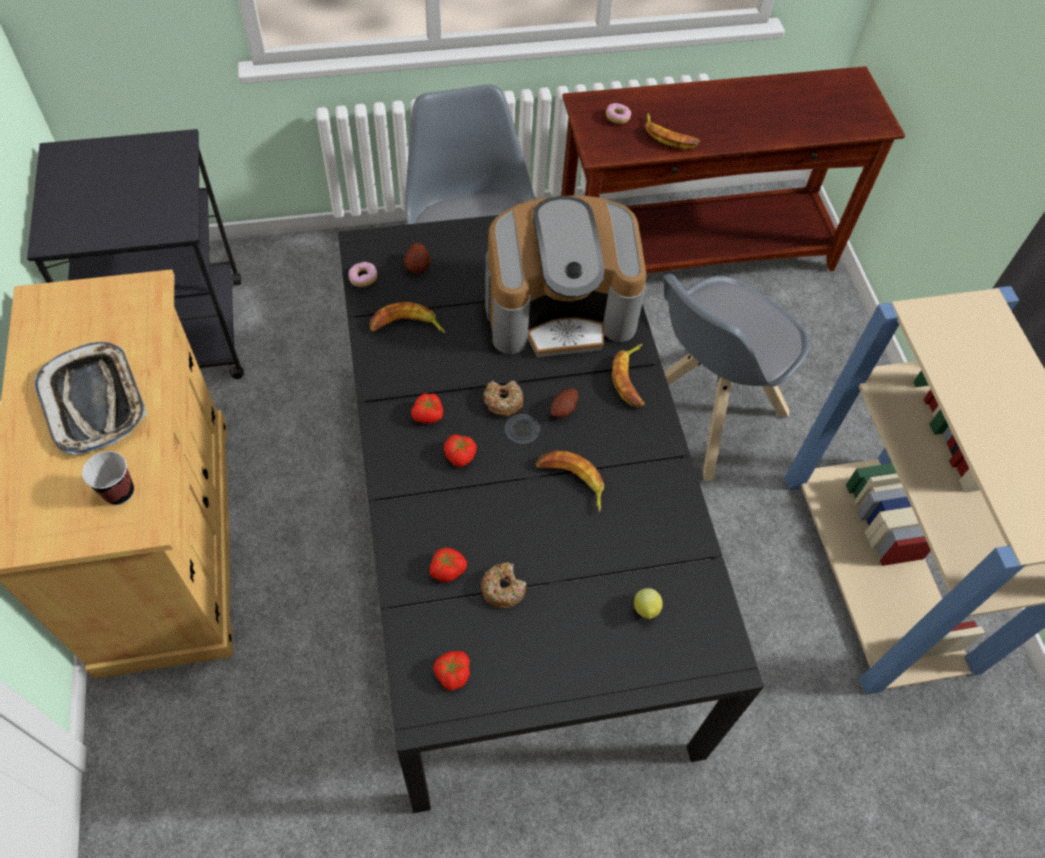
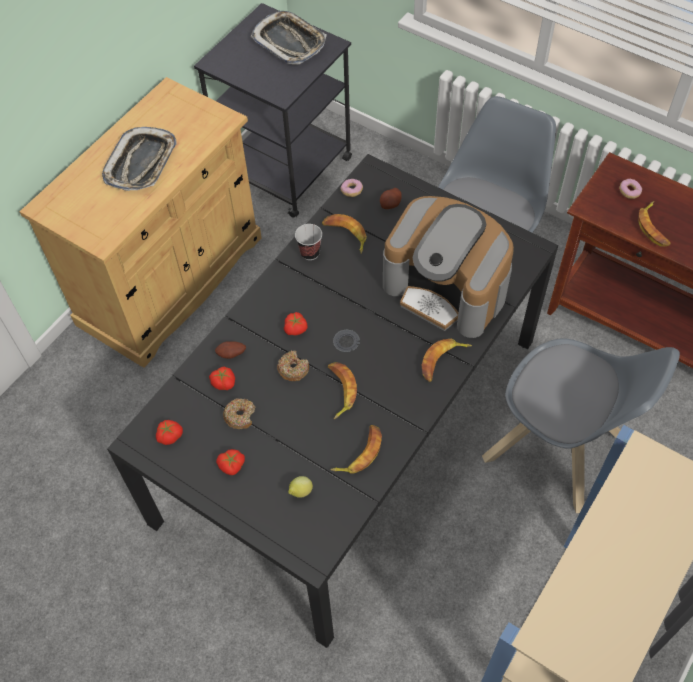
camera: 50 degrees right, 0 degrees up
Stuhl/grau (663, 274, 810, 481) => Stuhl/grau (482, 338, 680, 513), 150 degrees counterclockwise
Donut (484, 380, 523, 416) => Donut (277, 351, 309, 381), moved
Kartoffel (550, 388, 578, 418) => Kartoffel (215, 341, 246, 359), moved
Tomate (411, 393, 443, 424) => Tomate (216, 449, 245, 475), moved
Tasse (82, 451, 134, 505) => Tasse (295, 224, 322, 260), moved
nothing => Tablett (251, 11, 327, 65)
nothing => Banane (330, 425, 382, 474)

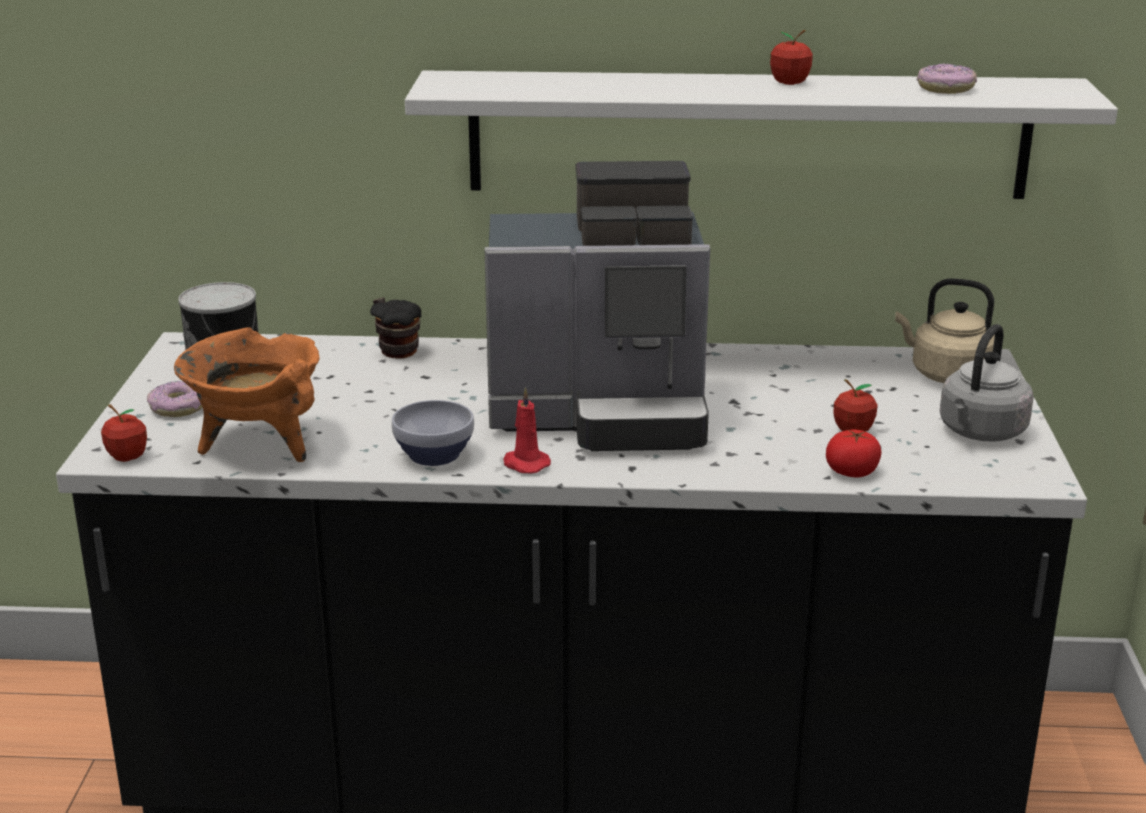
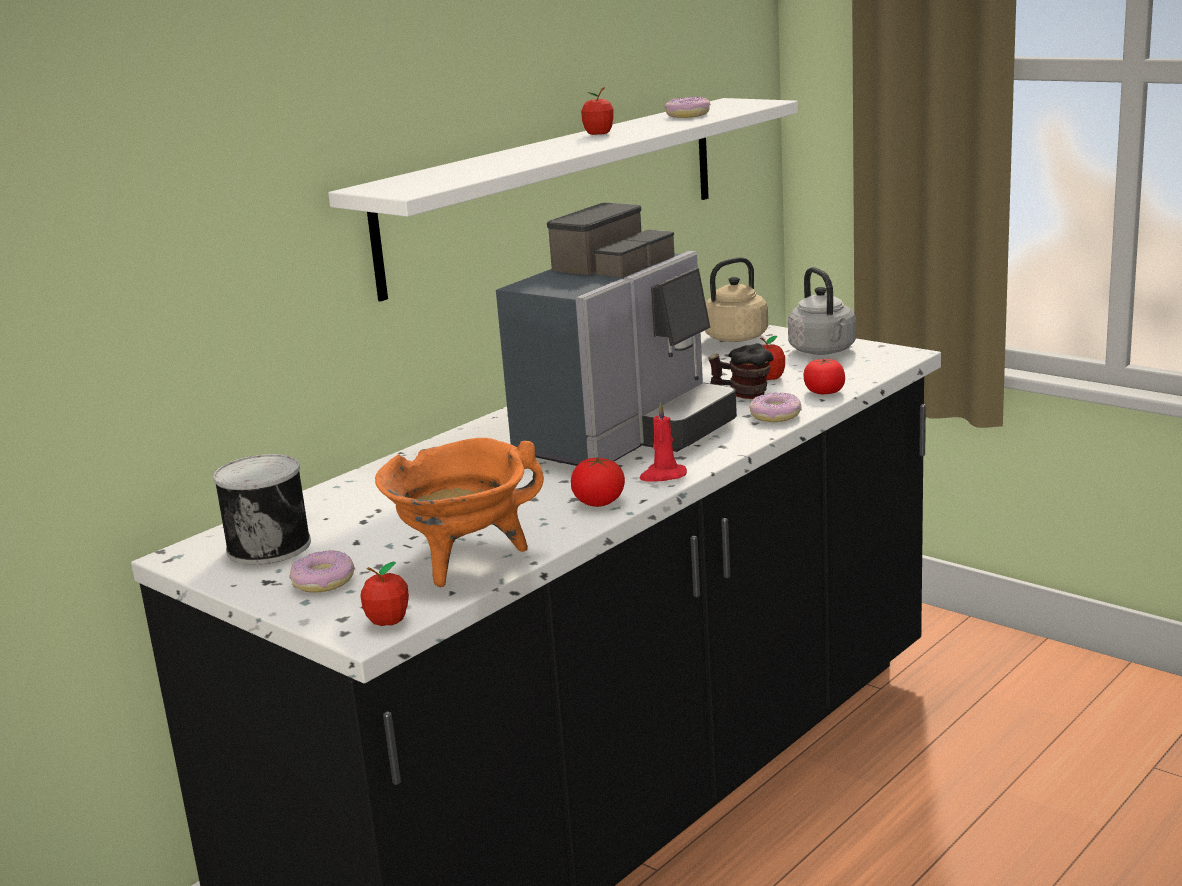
camera: 50 degrees left, 5 degrees down
Henkelbecher (370, 297, 421, 359) => Henkelbecher (708, 343, 774, 399), moved
Schüssel (391, 400, 474, 466) => Tomate (571, 457, 625, 507)
nothing => Donut (749, 393, 802, 422)

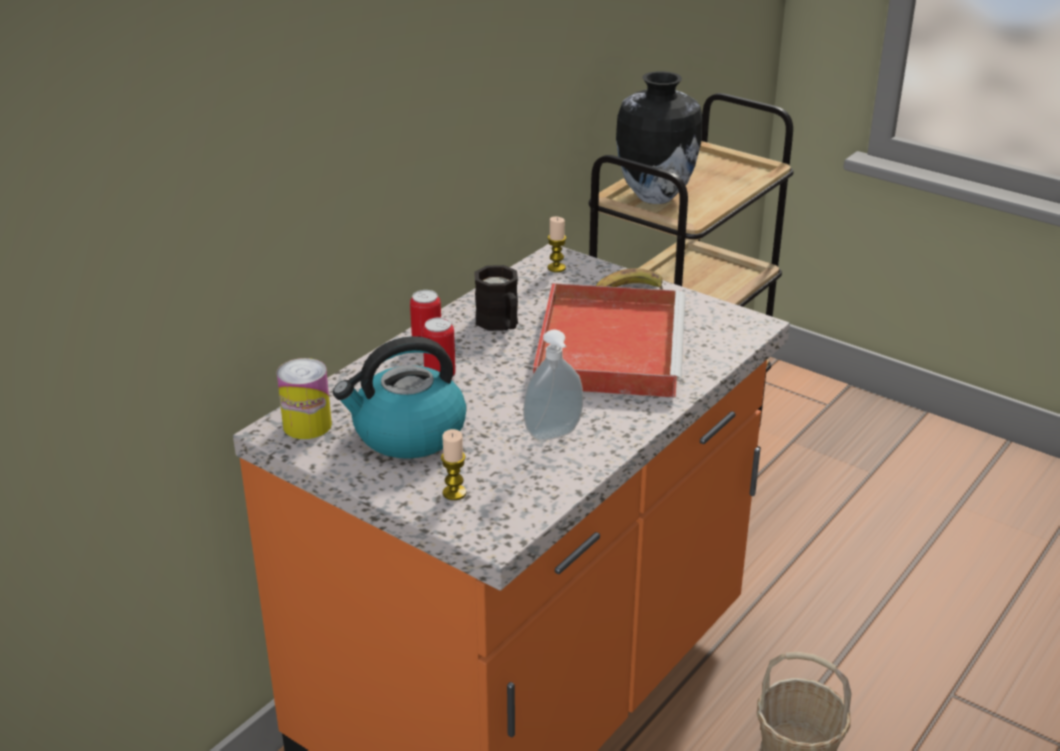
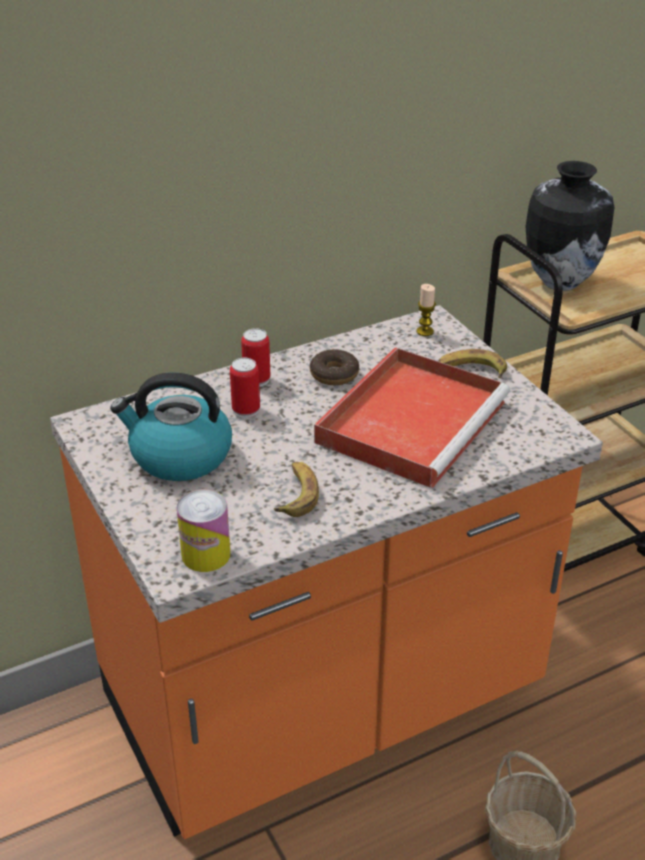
camera: 25 degrees right, 5 degrees up
Henkelbecher/schwarz (474, 265, 518, 331) => Donut (310, 350, 359, 385)
Seifenspender (523, 330, 583, 440) => Banane (274, 462, 319, 517)
Dose (277, 358, 332, 439) => Dose (177, 490, 230, 572), moved
Kerze (441, 429, 466, 500) => nothing

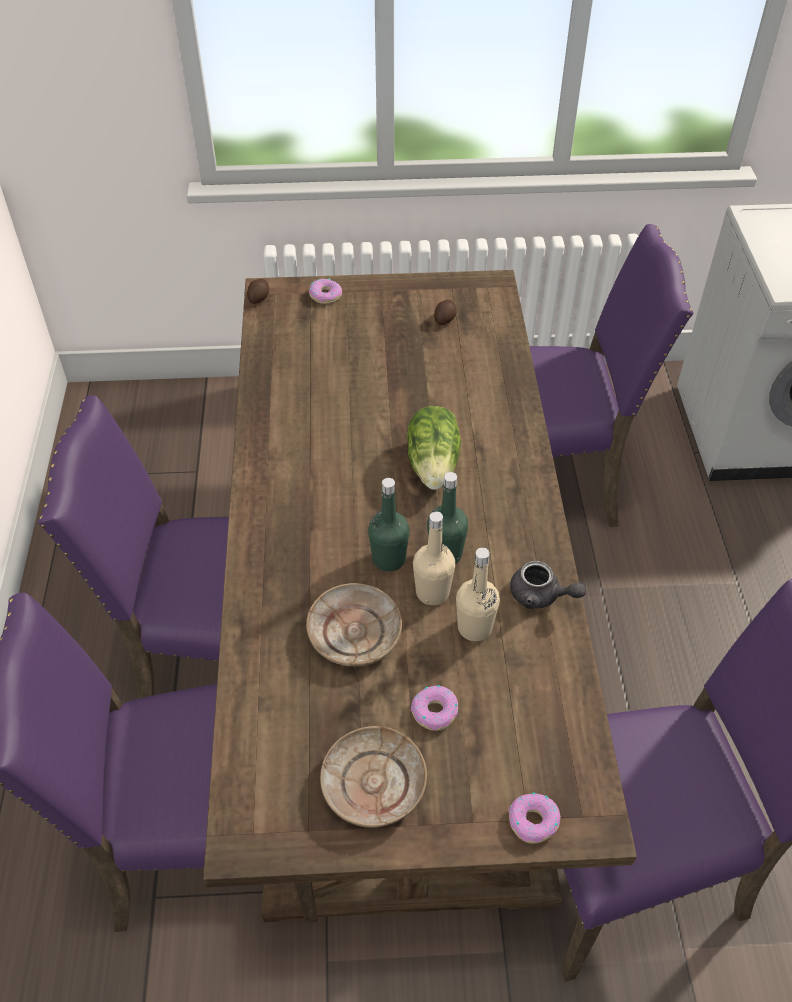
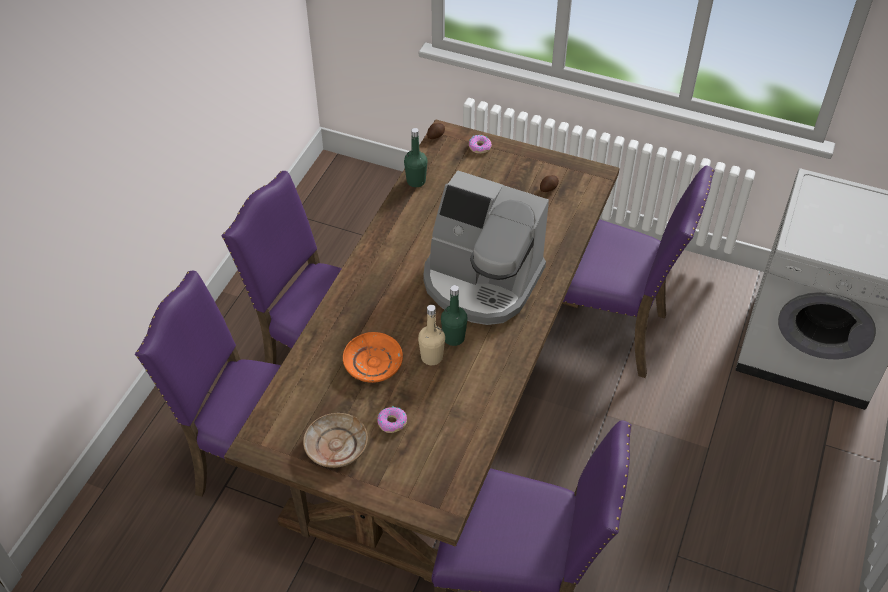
camera: 25 degrees right, 0 degrees up
Salatkopf (407, 406, 461, 490) => Kaffeemaschine (423, 170, 549, 325)
Flasche/grün (368, 478, 410, 572) => Flasche/grün (404, 128, 427, 187), moved
Flasche/beige (456, 548, 500, 641) => nothing
Teekanne/grau (510, 561, 586, 609) => nothing
Teller/beige (306, 583, 402, 666) => Teller/orange (343, 332, 403, 383)
Donut (508, 792, 561, 844) => nothing

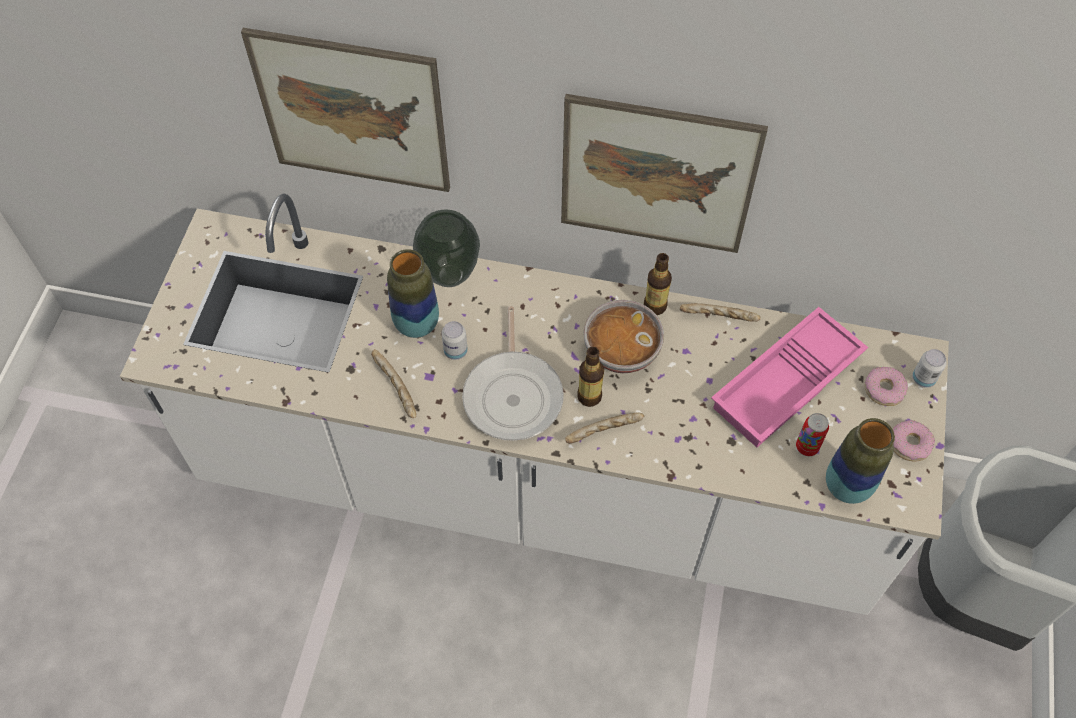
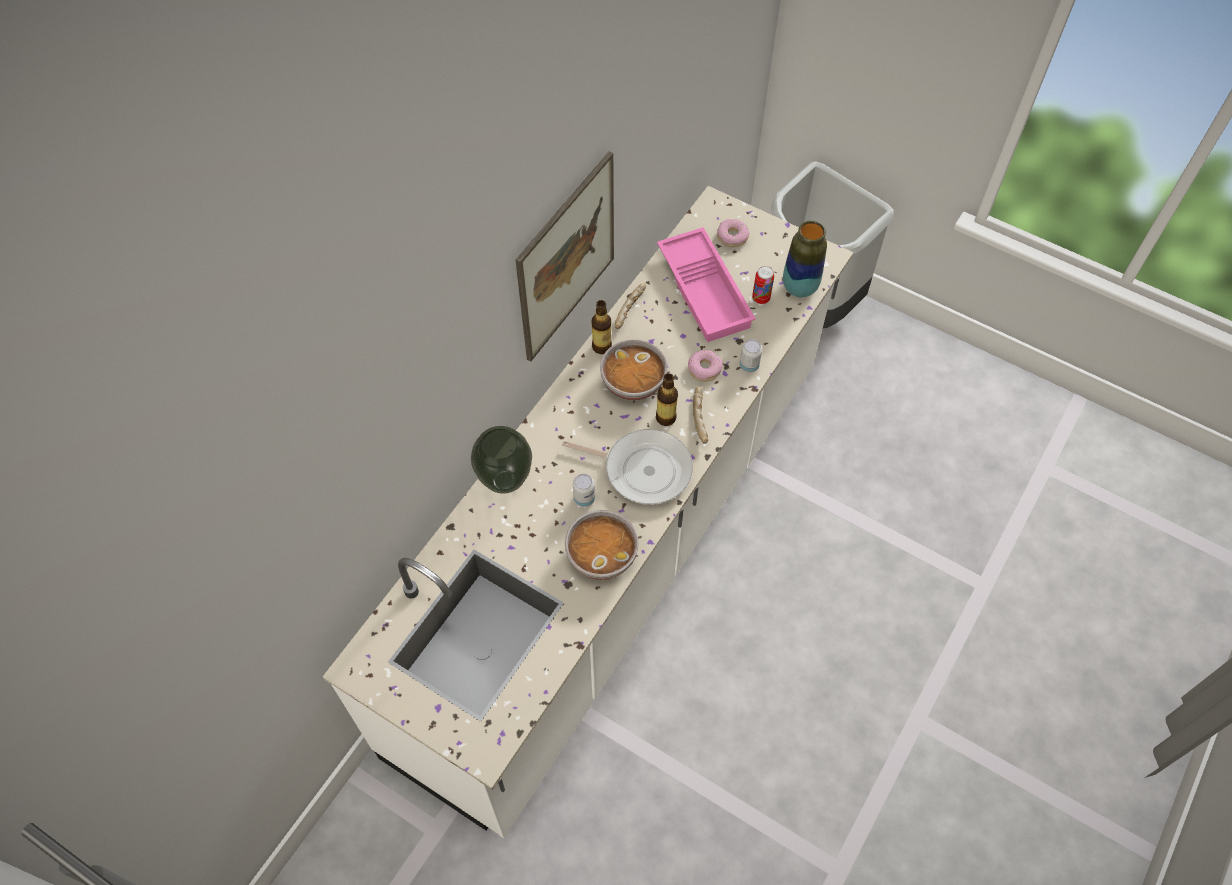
camera: 70 degrees left, 0 degrees up
Bild (241, 28, 450, 192) => nothing
Vase (387, 249, 439, 338) => nothing
Brot (371, 349, 416, 418) => Schüssel (565, 510, 639, 580)
Dose (912, 349, 947, 388) => Dose (740, 339, 762, 372), moved
Donut (893, 420, 935, 462) => Donut (688, 350, 723, 382), moved

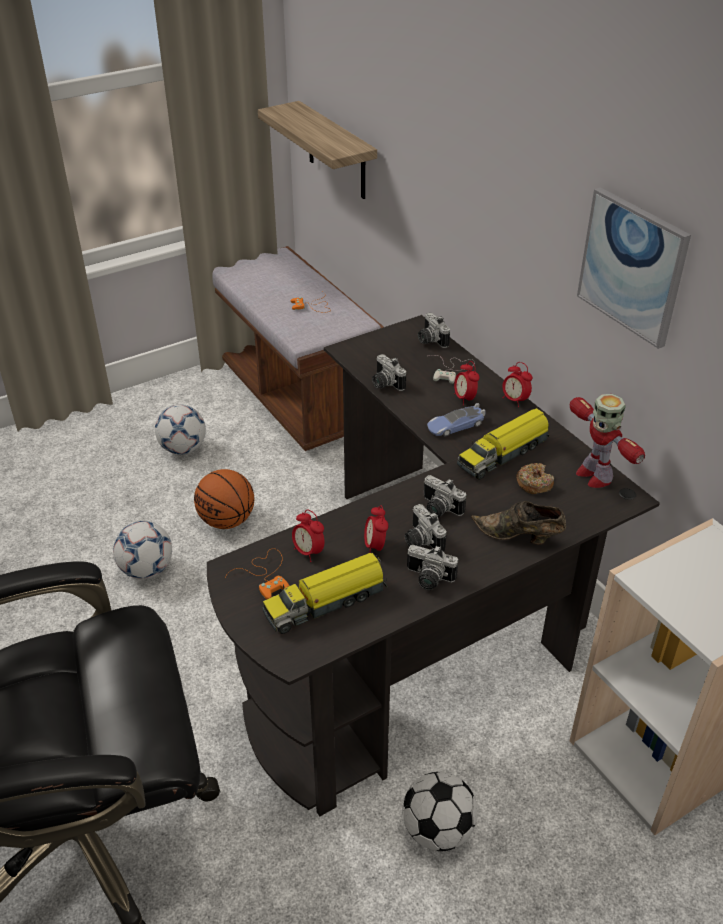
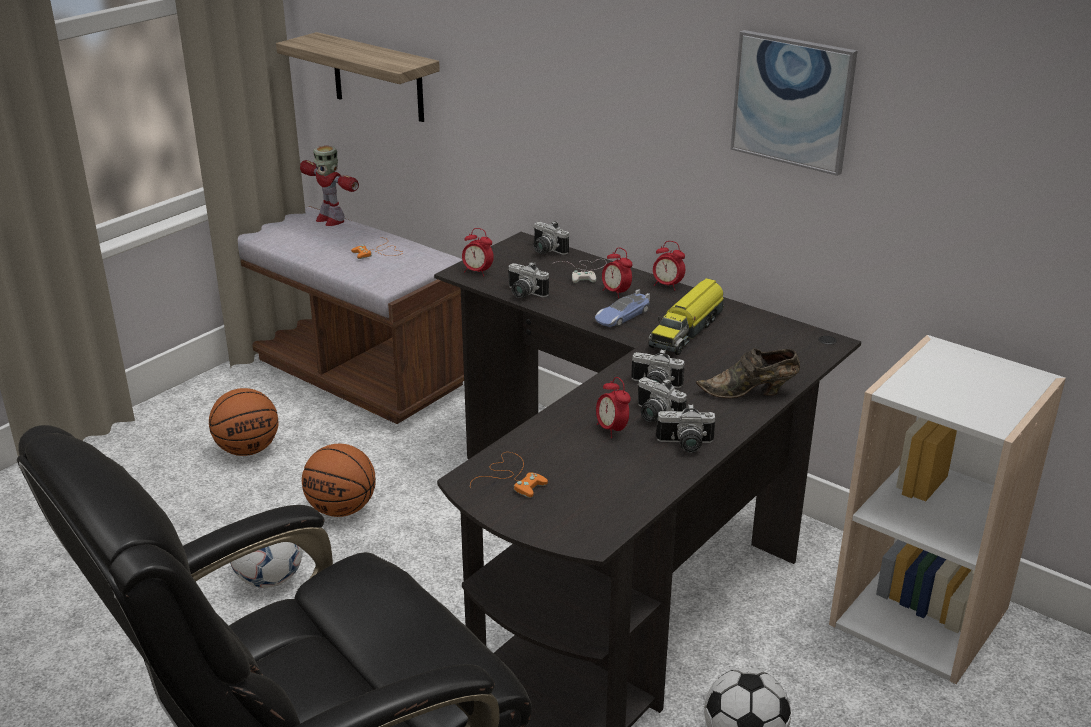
camera: 20 degrees left, 10 degrees down
Spielzeugroboter (570, 394, 645, 488) => Spielzeugroboter (300, 146, 359, 226), moved
Fußball (155, 404, 206, 455) => Basketball (209, 388, 278, 456)
Donut (516, 463, 554, 494) => nothing
Wecker (292, 510, 324, 562) => Wecker (462, 228, 494, 277), moved
Spielzeuglaster (263, 553, 387, 634) => nothing

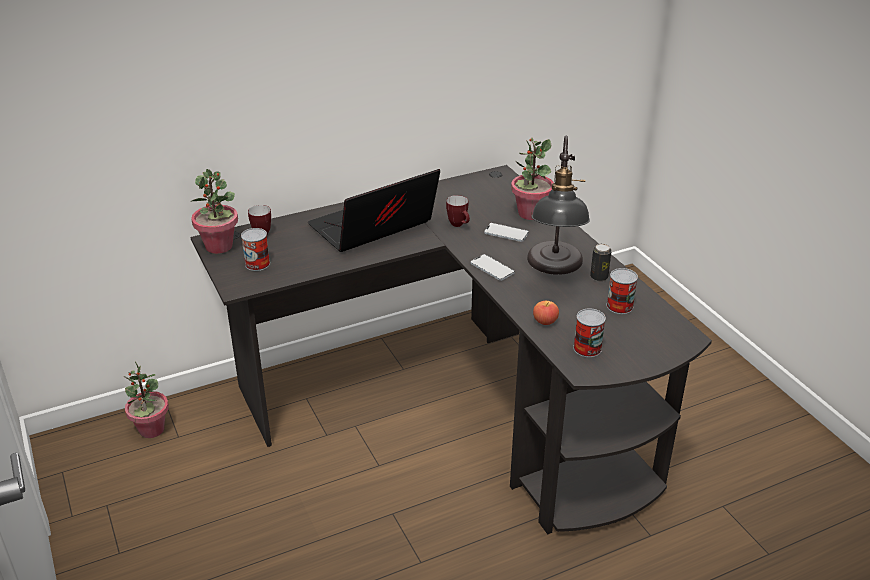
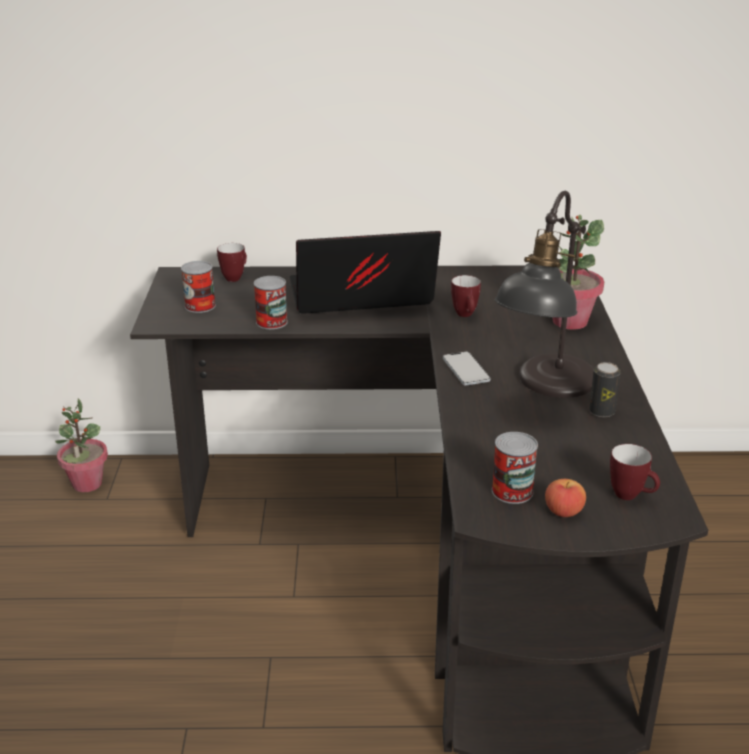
camera: 25 degrees right, 5 degrees down
Topfpflanze (191, 169, 238, 254) => nothing
Handy (484, 223, 529, 242) => nothing
Dose (607, 268, 638, 314) => Dose (254, 276, 288, 329), moved
Apfel (533, 301, 559, 325) => Apfel (545, 479, 586, 517), moved
nothing => Henkelbecher (610, 444, 660, 500)

